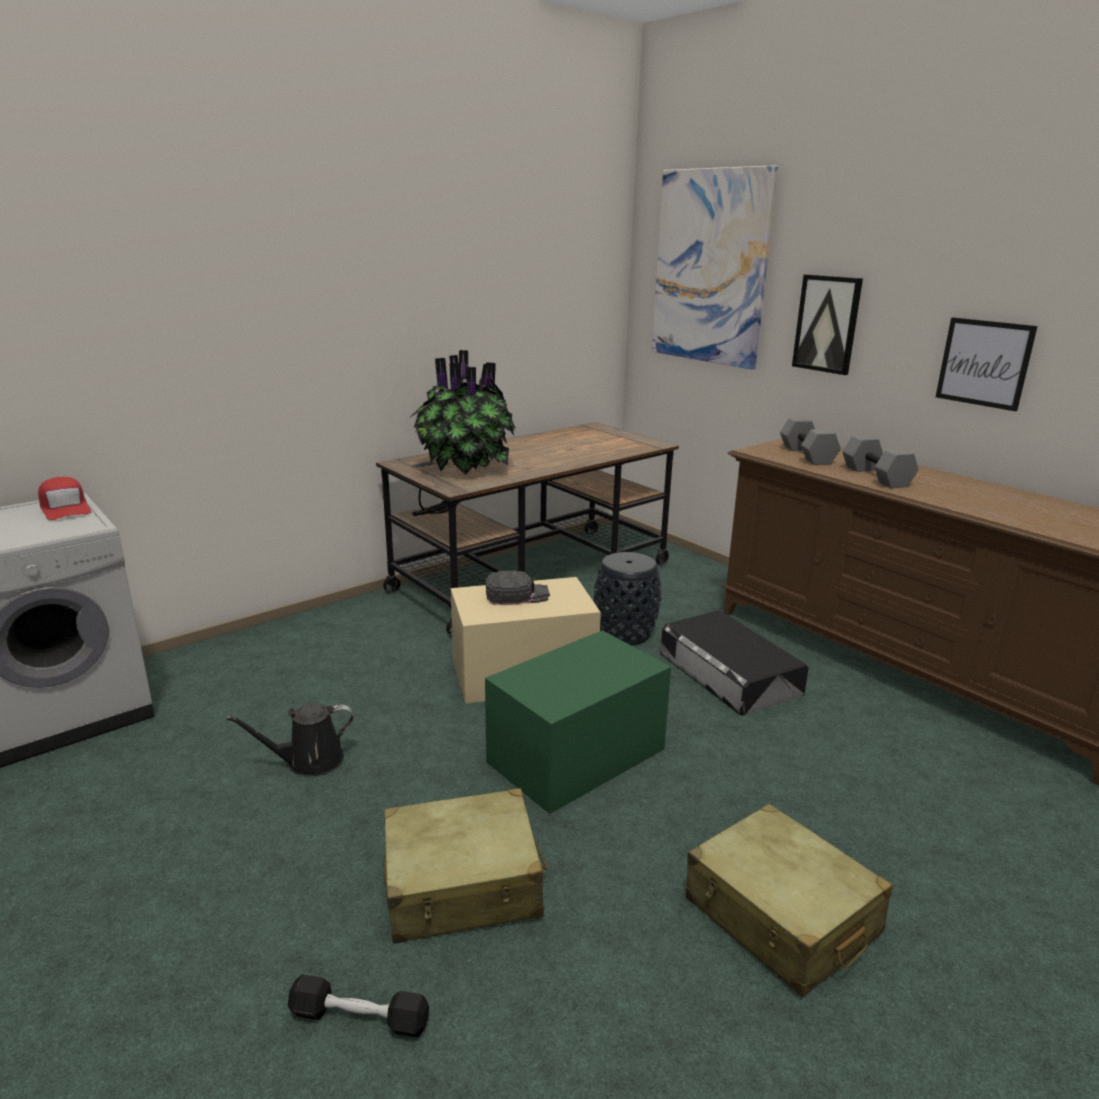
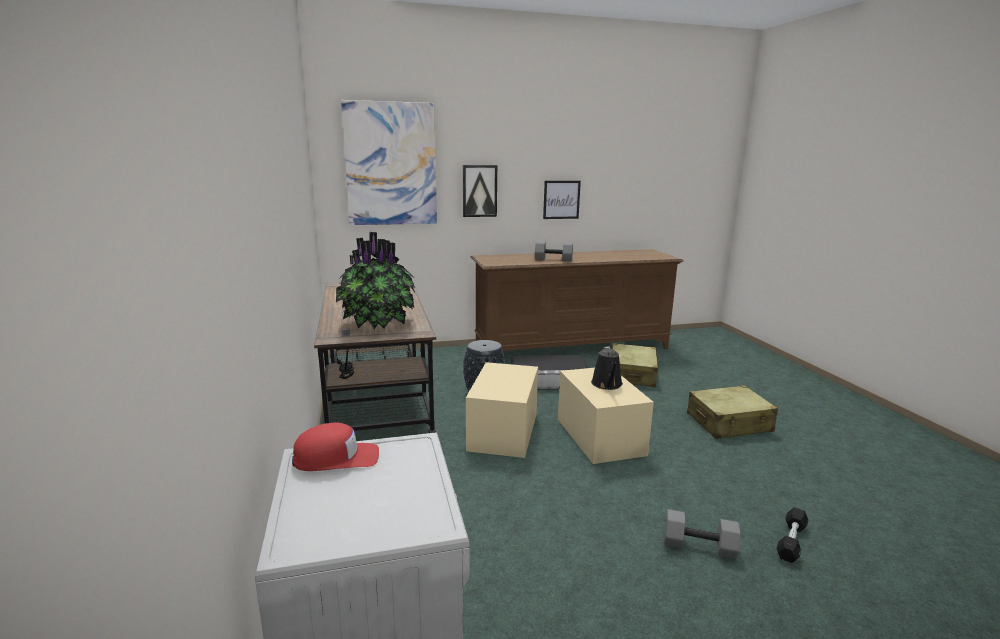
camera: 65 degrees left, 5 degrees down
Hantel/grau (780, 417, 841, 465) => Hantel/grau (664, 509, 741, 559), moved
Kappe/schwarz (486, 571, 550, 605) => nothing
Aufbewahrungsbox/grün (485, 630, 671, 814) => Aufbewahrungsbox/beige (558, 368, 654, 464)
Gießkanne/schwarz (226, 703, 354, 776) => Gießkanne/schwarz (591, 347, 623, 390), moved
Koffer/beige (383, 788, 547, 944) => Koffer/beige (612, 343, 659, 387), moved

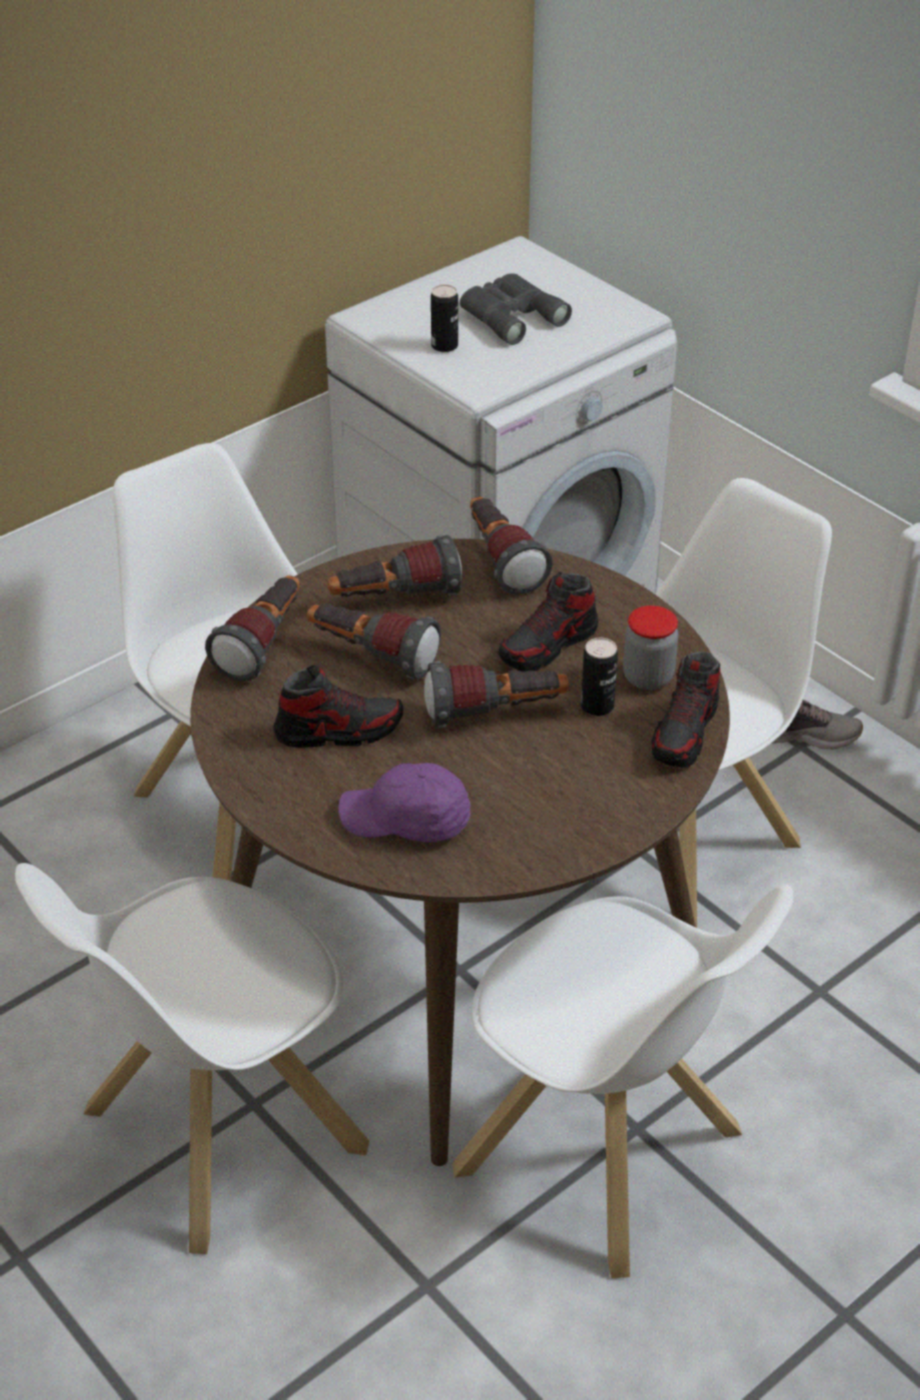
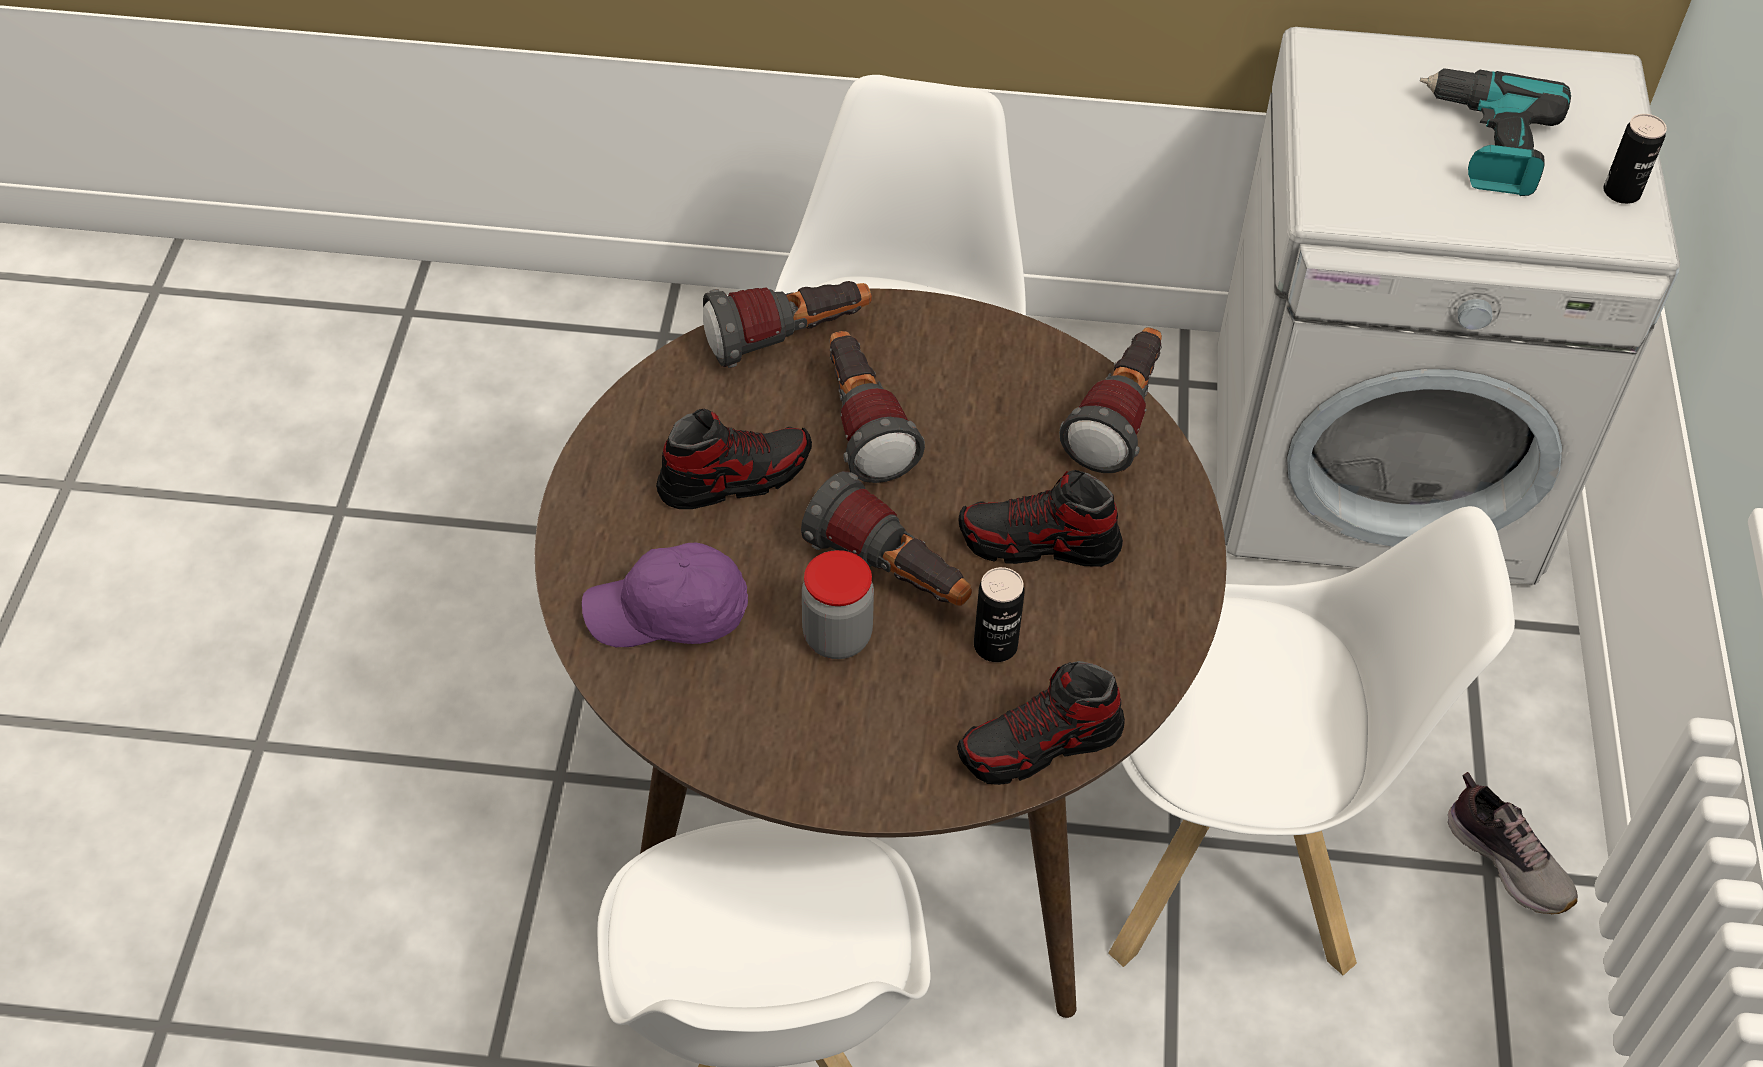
camera: 45 degrees right, 10 degrees up
Fernglas/grau (460, 273, 572, 345) => Bohrmaschine (1420, 68, 1571, 196)
Dose (431, 284, 458, 352) => Dose (1603, 114, 1667, 204), moved
Taschenlampe (328, 535, 462, 597) => nothing
Vorratsglas (623, 605, 678, 690) => Vorratsglas (802, 550, 874, 659), moved
Schuh (273, 665, 403, 748) => Schuh (656, 409, 812, 509), 60 degrees counterclockwise
Kappe/lila (338, 763, 471, 842) => Kappe/lila (582, 542, 748, 647), 60 degrees counterclockwise
Stuhl/weiß (15, 863, 369, 1254) => nothing

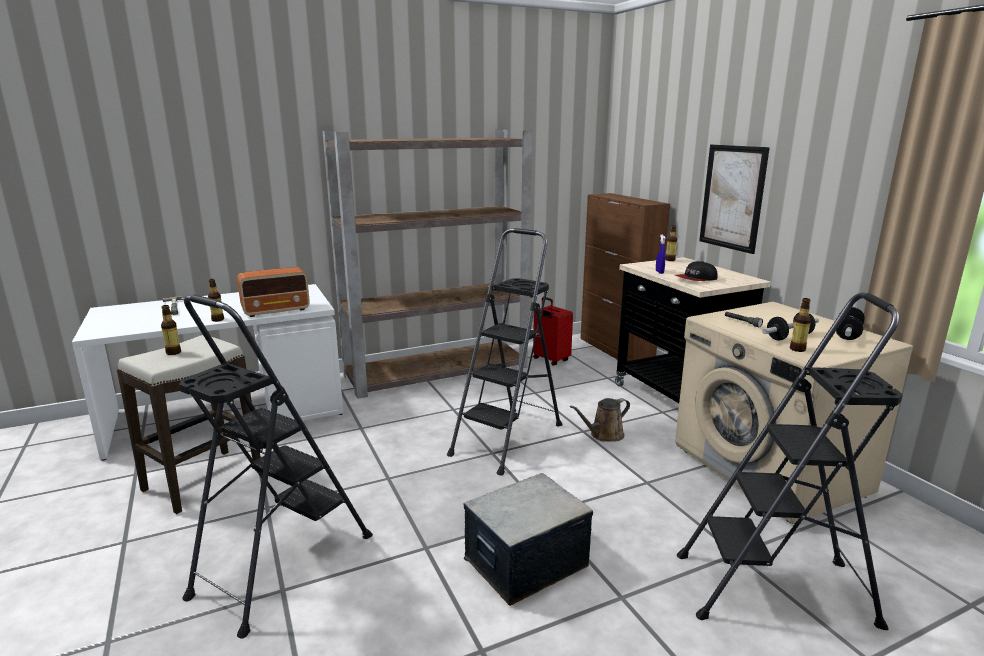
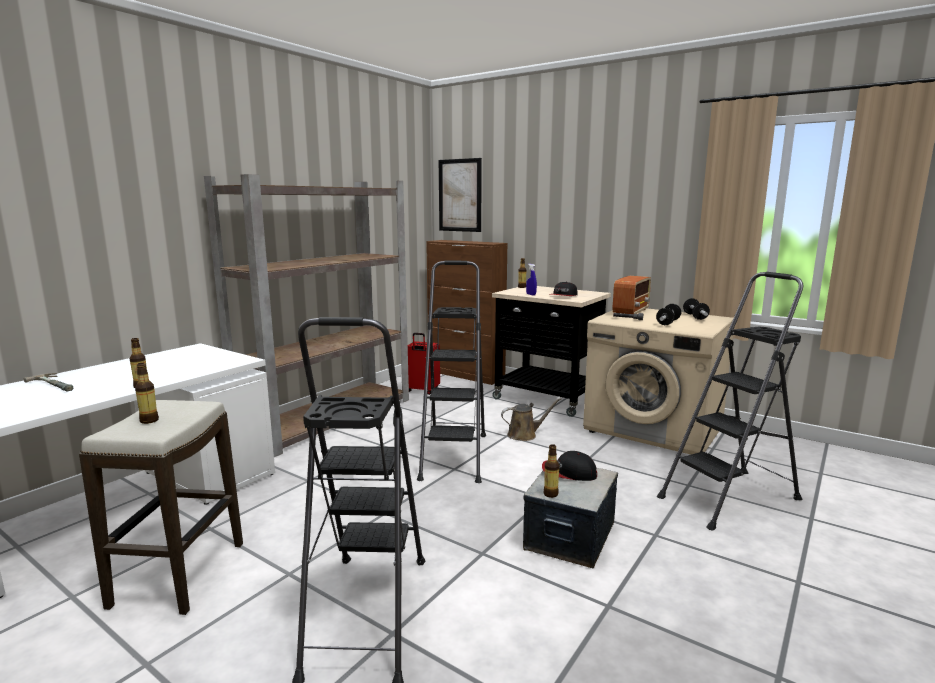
camera: 30 degrees left, 5 degrees down
Bild (699, 145, 770, 254) => Bild (439, 158, 482, 232), moved
Radio (237, 267, 310, 317) => Radio (613, 276, 651, 314), moved
Flasche (790, 298, 811, 352) => Flasche (544, 444, 559, 498), moved
Gießkanne/braun (570, 398, 630, 442) => Gießkanne/braun (501, 398, 562, 441), 135 degrees counterclockwise
nothing => Kappe (542, 451, 597, 481)

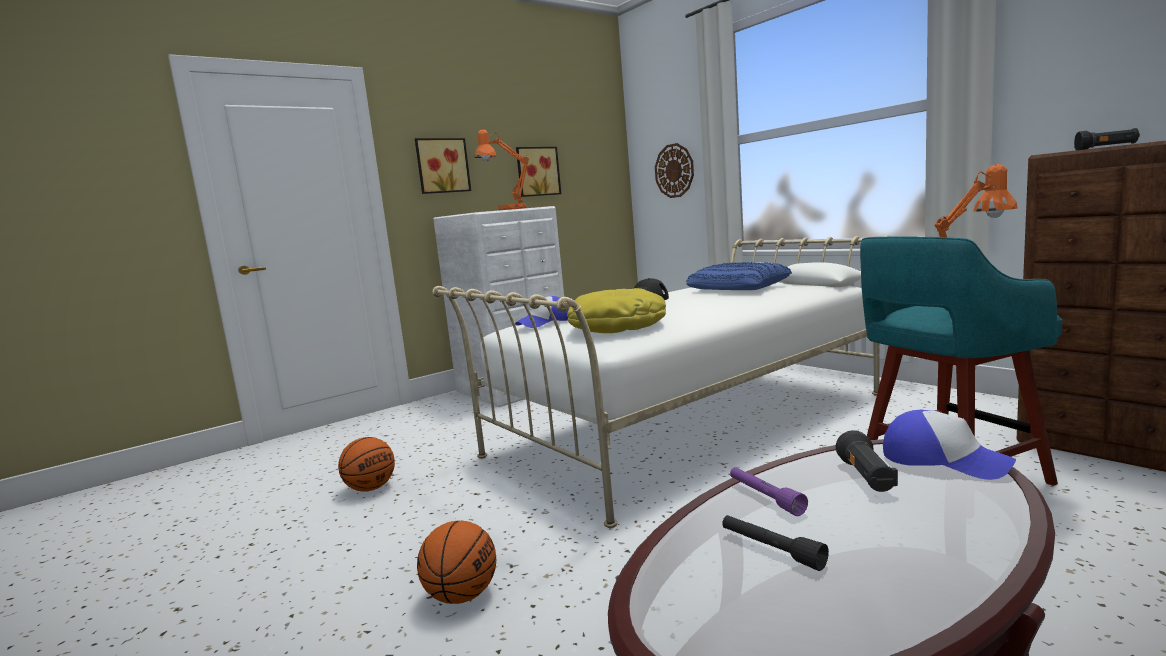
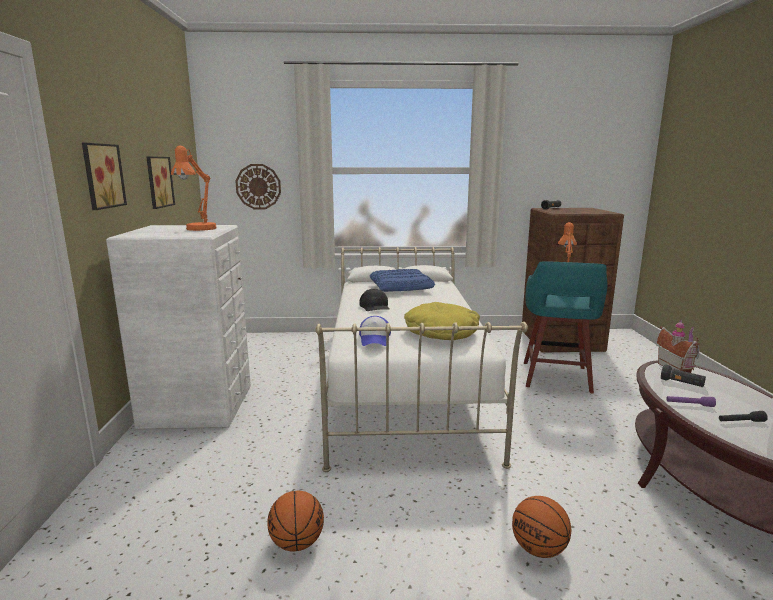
camera: 55 degrees left, 5 degrees up
Kappe (883, 410, 1016, 480) => Spielzeughaus (656, 320, 700, 373)

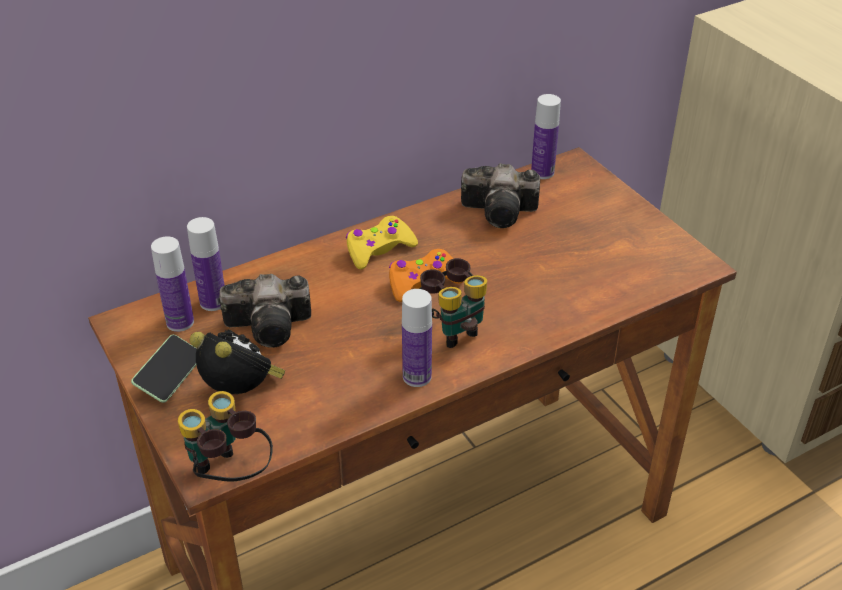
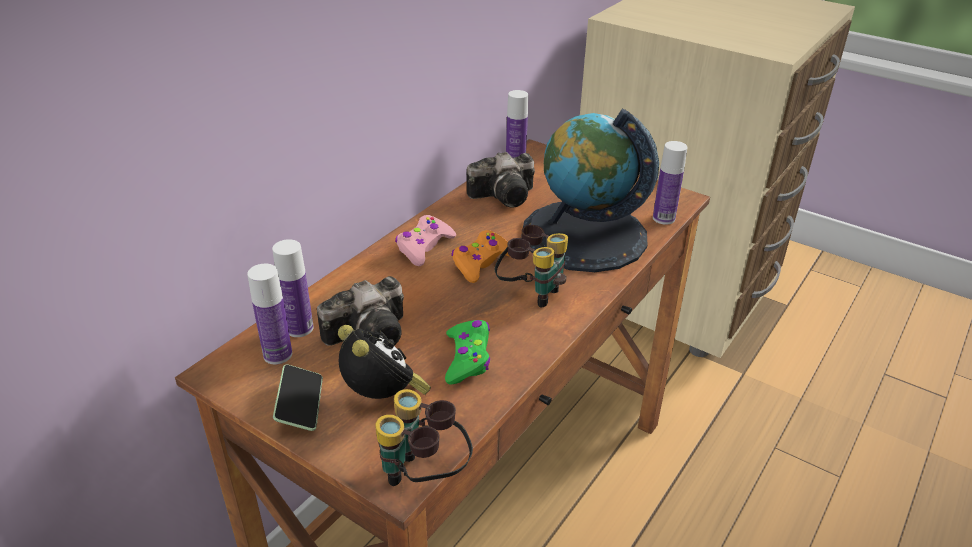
camera: 25 degrees left, 5 degrees down
Gamepad/gelb (346, 216, 418, 269) => Gamepad/rosa (395, 215, 456, 266)
Flasche (402, 289, 432, 387) => Flasche (653, 141, 688, 225), moved
Wecker (190, 329, 285, 394) => Wecker (338, 325, 431, 399), 45 degrees clockwise
nothing => Globus (523, 109, 659, 272)
nothing => Gamepad/grün (445, 320, 490, 384)

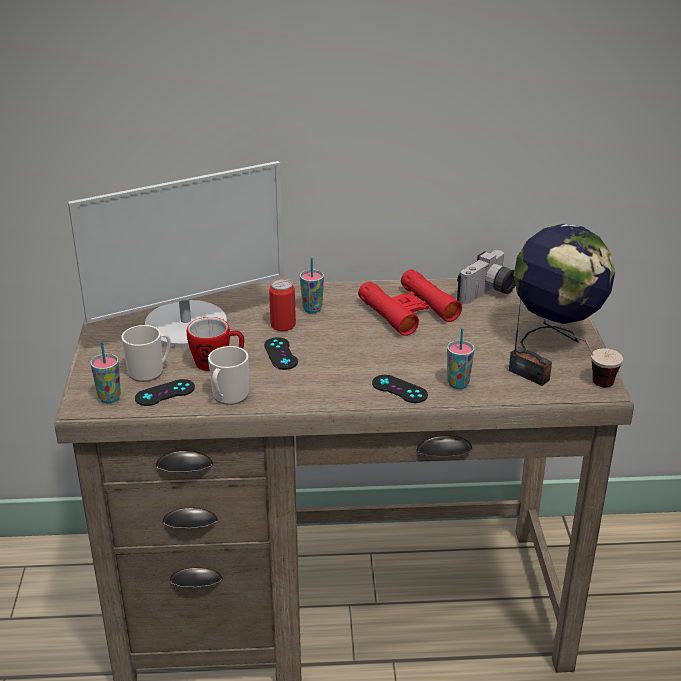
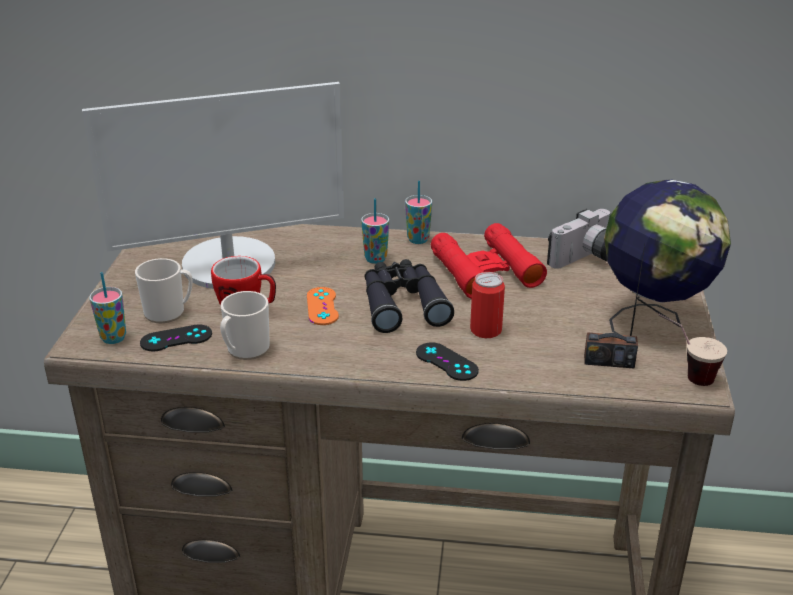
camera: 10 degrees right, 0 degrees up
Dose (269, 278, 296, 331) => Dose (470, 272, 505, 338), moved
Radio (509, 280, 552, 386) => Radio (584, 244, 645, 369), 135 degrees clockwise
Tasse (447, 328, 474, 389) => Tasse (405, 181, 432, 244), moved
Gamepad/schwarz (264, 337, 298, 370) => Gamepad/orange (307, 287, 339, 325)
nothing => Fernglas/schwarz (365, 259, 454, 333)

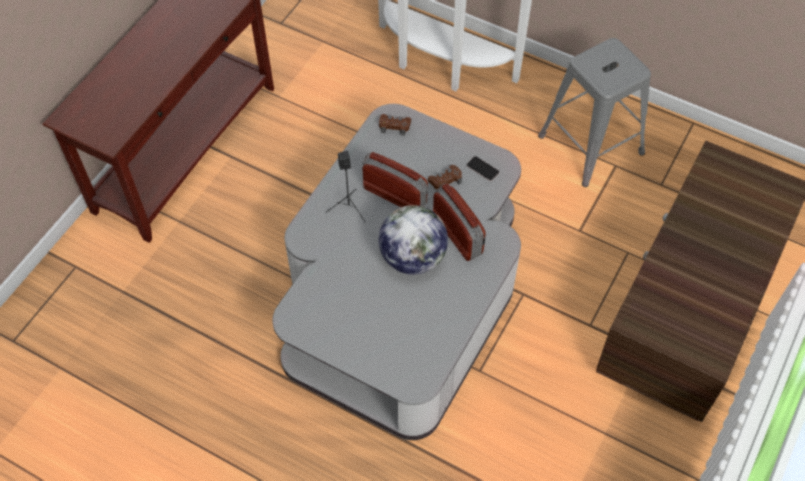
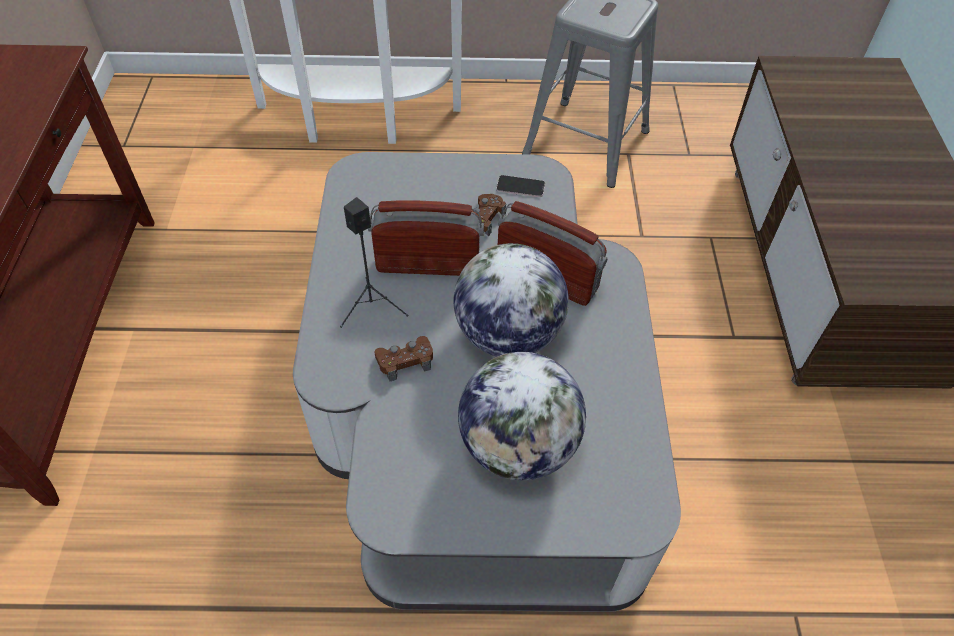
camera: 30 degrees left, 5 degrees down
Gamepad/braun (379, 114, 411, 136) => Gamepad/braun (375, 336, 433, 381), moved
nothing => Globus (458, 352, 586, 481)

